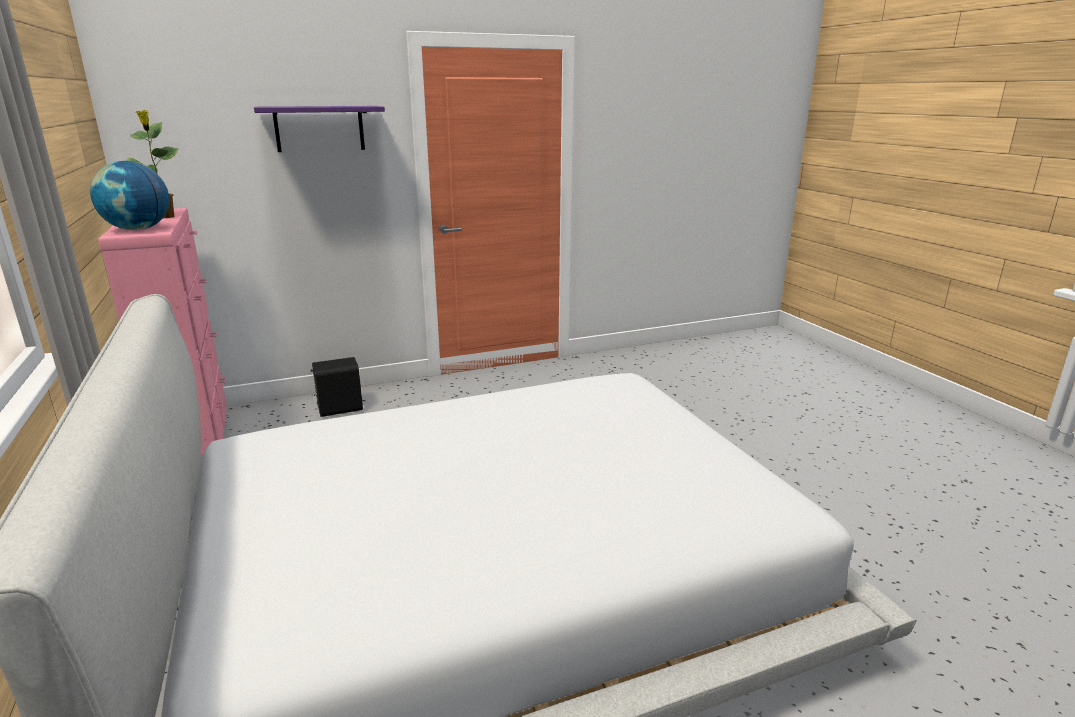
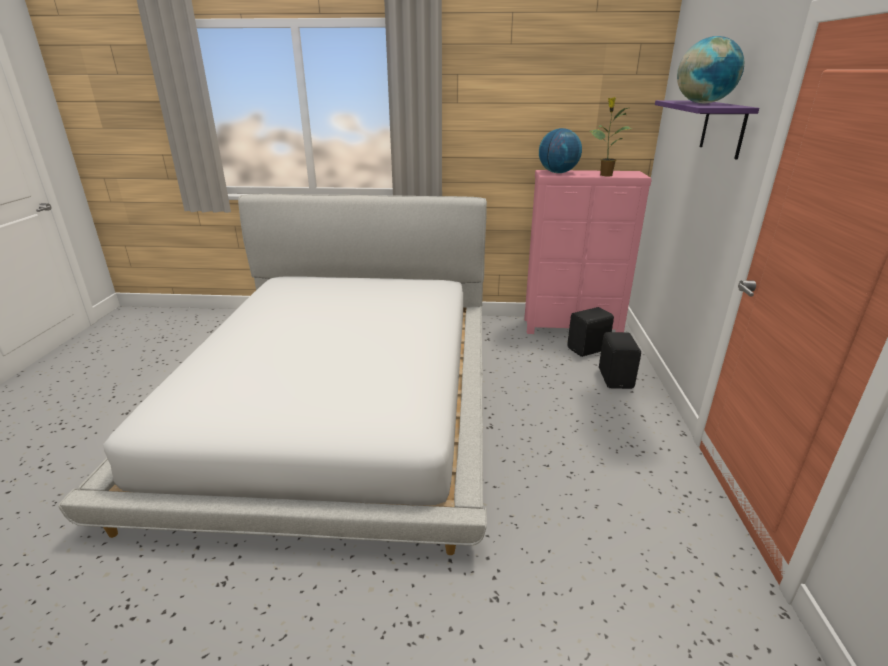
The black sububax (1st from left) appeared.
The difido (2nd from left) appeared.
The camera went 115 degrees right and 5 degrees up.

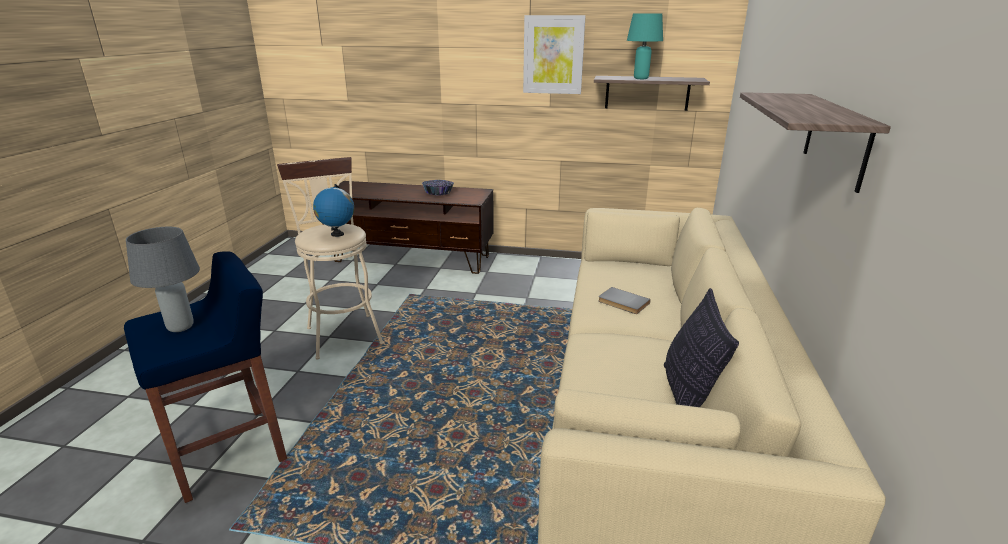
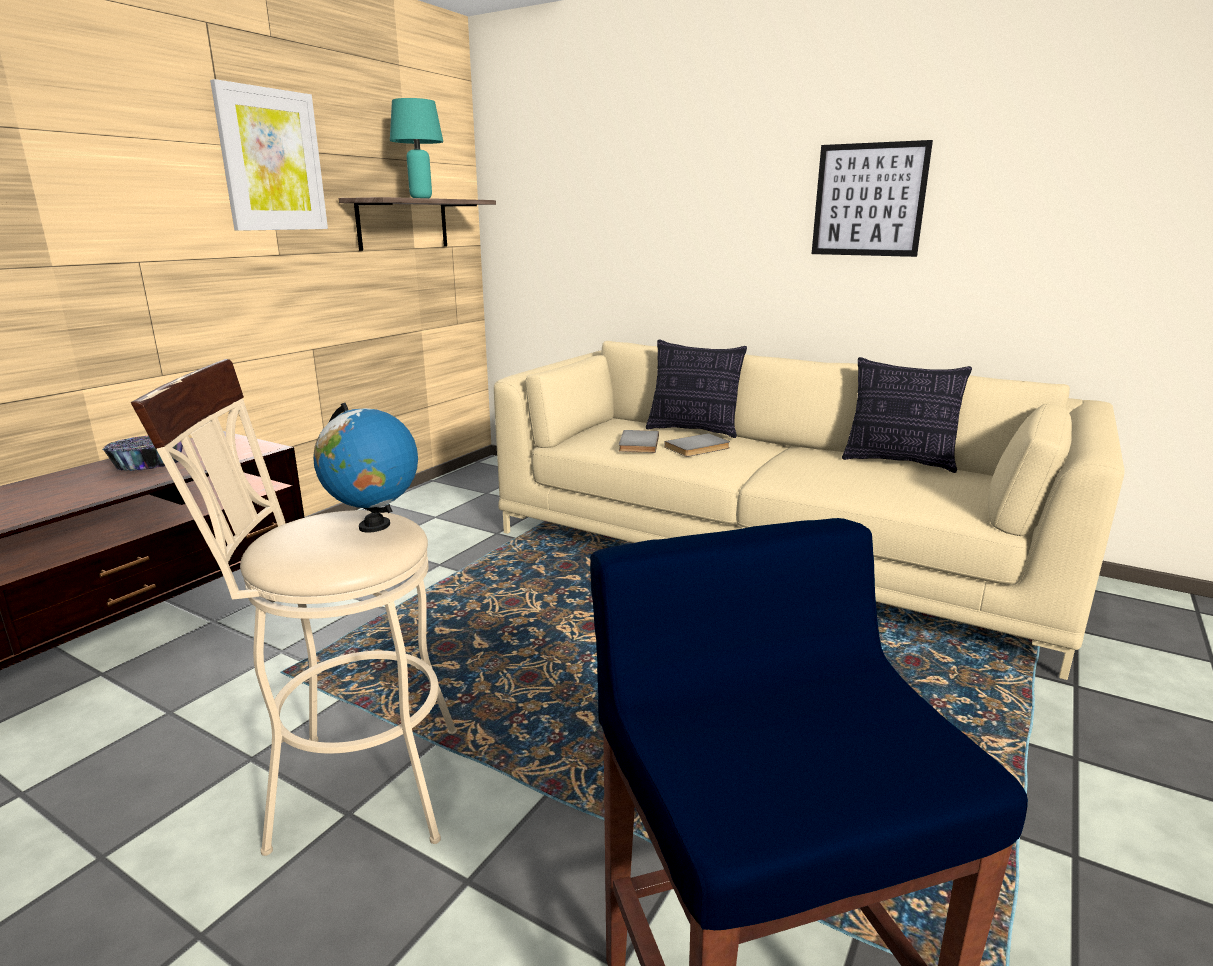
The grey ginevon (1st from left) appeared.
The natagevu (1st from left) appeared.
The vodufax (2nd from left) was replaced by the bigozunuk (2nd from left).
The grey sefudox disappeared.
The camera went 70 degrees left and 5 degrees down.

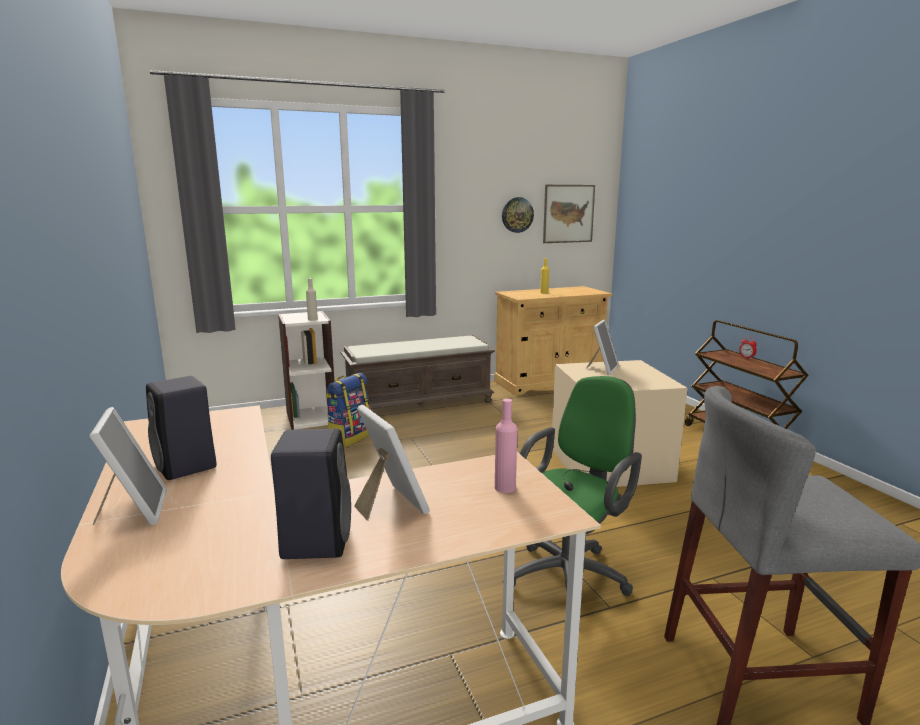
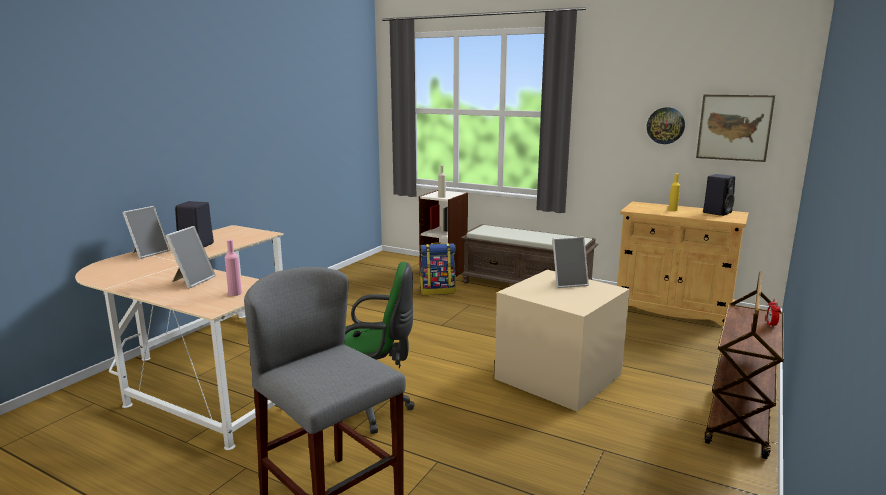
The black sububax (2nd from left) moved.
The camera went 50 degrees right and 0 degrees up.

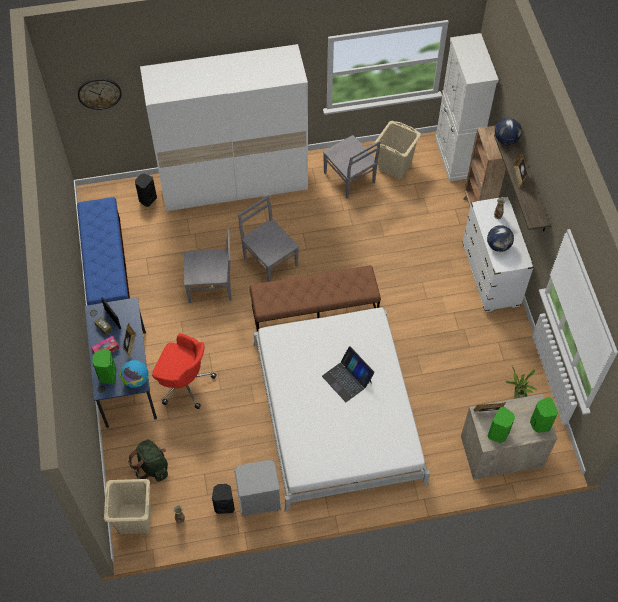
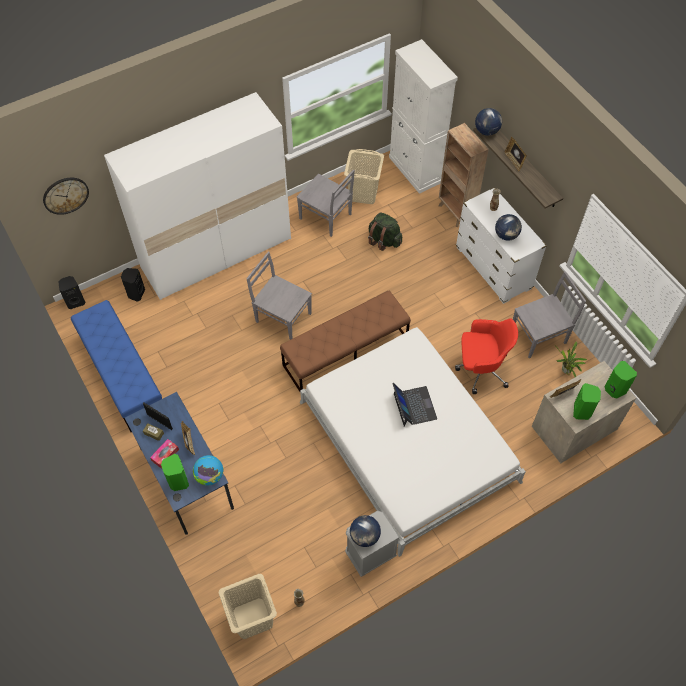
The black sububax (2nd from left in the first image) moved.
The difido (2nd from left) appeared.
The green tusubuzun moved.
The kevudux turned 135 degrees counterclockwise.
The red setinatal moved.
The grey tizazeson (1st from left in the first image) moved.
The camera went 20 degrees left and 0 degrees up.

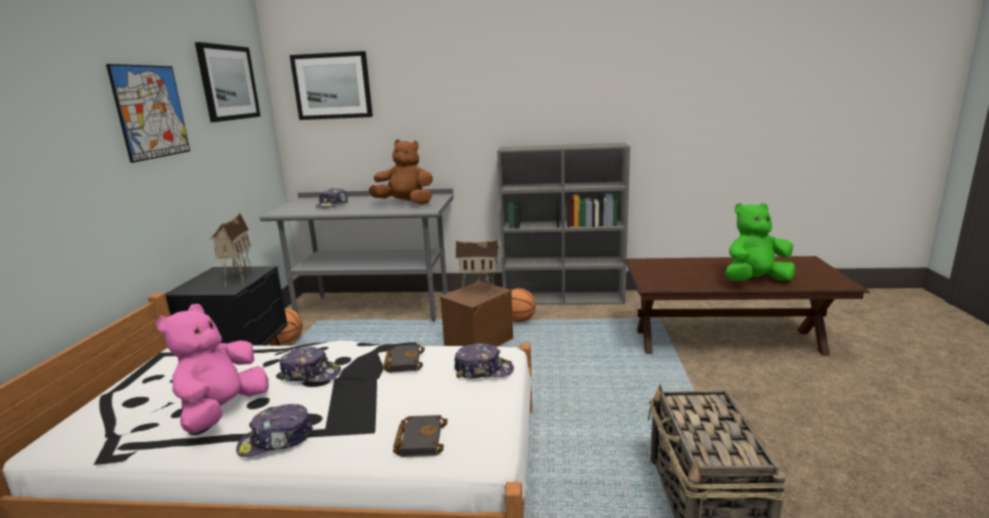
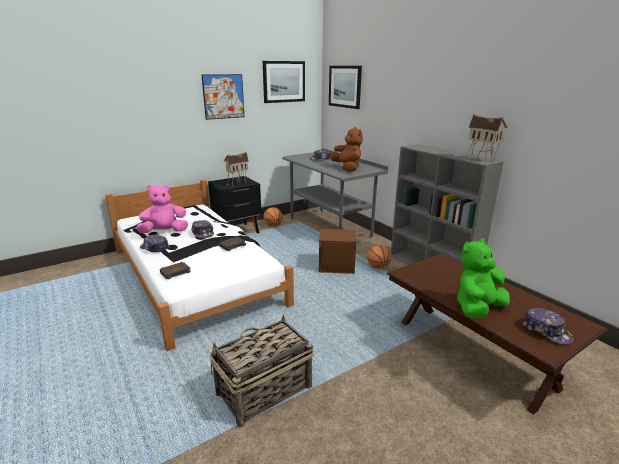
The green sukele turned 75 degrees counterclockwise.
The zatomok (2nd from left) moved.
The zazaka (4th from left) moved.
The camera went 50 degrees right and 5 degrees up.

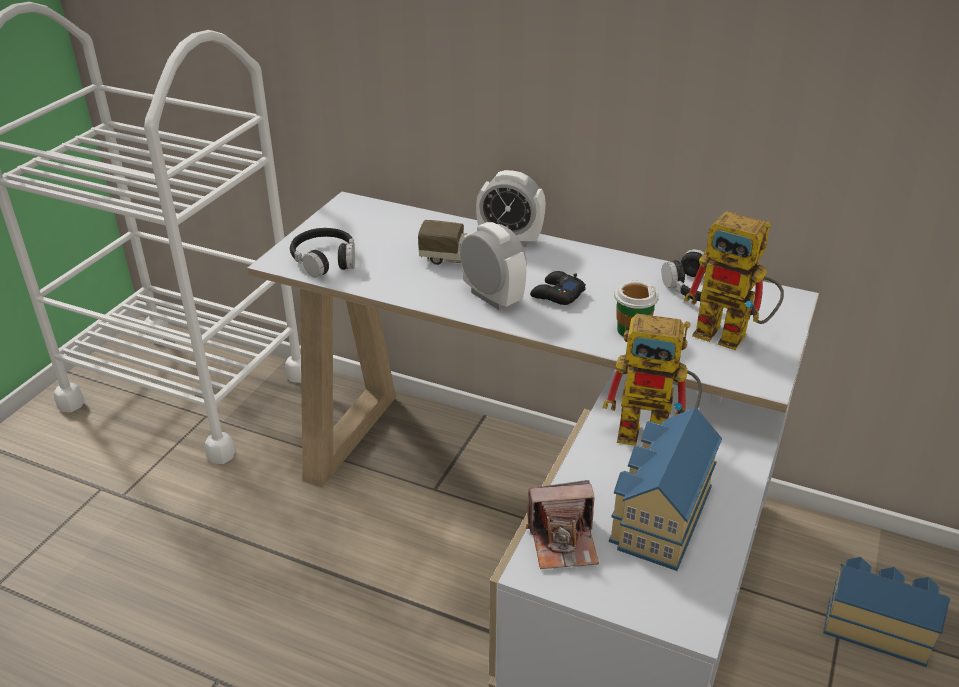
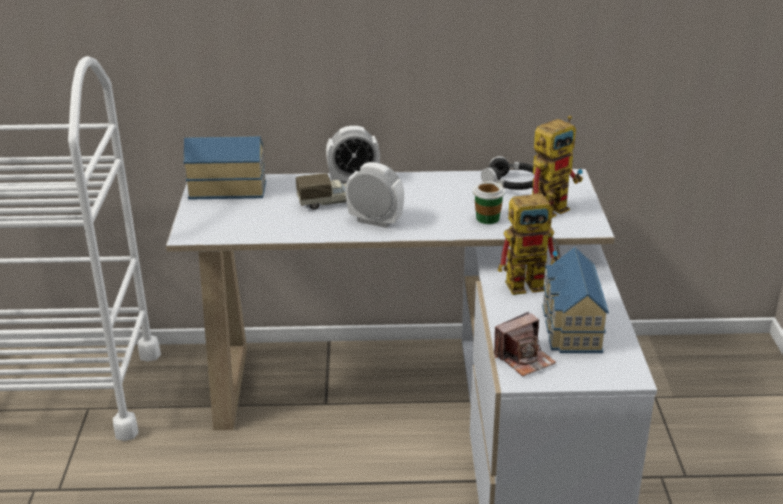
The zatomok (2nd from left in the first image) moved.
The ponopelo (2nd from left) turned 45 degrees counterclockwise.
The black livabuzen (1st from left) disappeared.
The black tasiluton disappeared.
The camera went 25 degrees left and 5 degrees down.

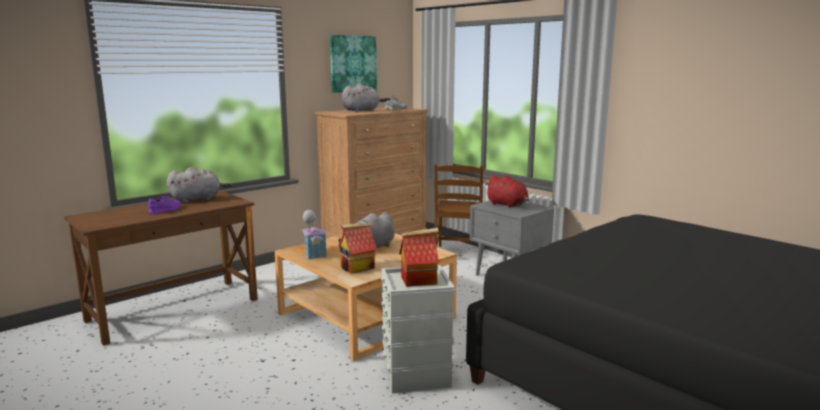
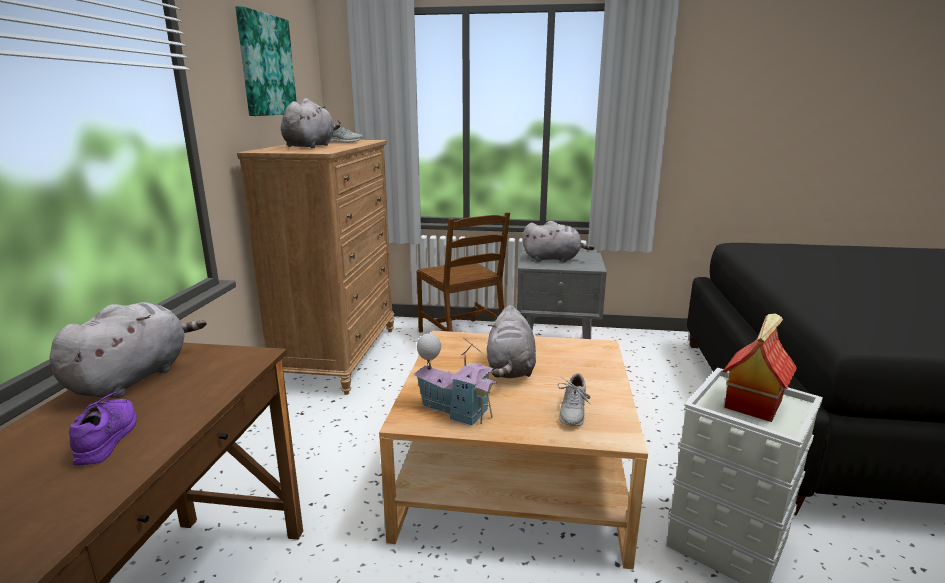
The red sukele became the grey sukele (4th from left).
The zatomok (2nd from left) was replaced by the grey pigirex (2nd from left).
The camera went 40 degrees left and 5 degrees up.

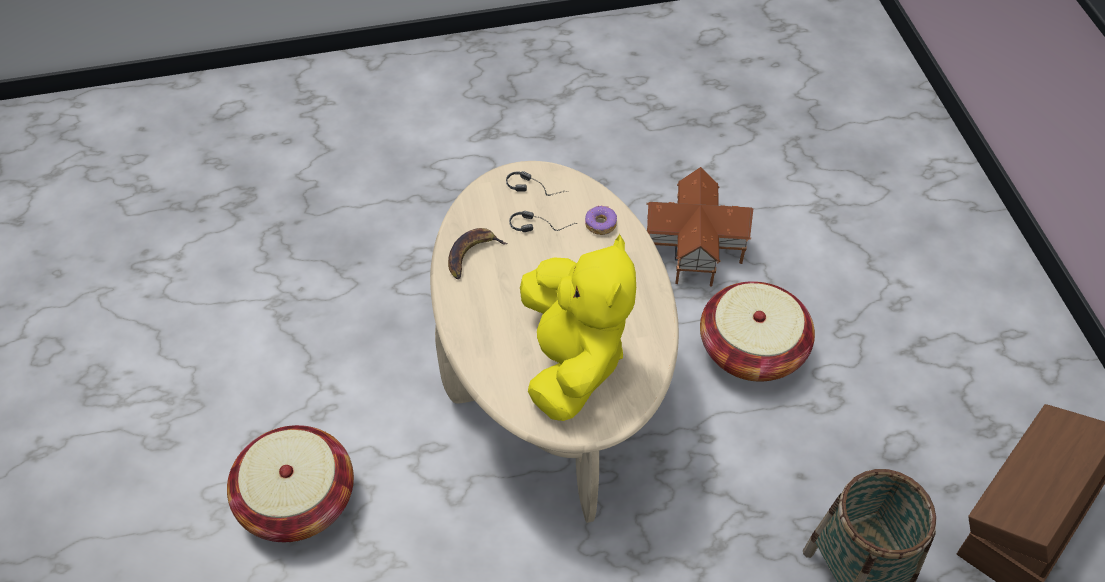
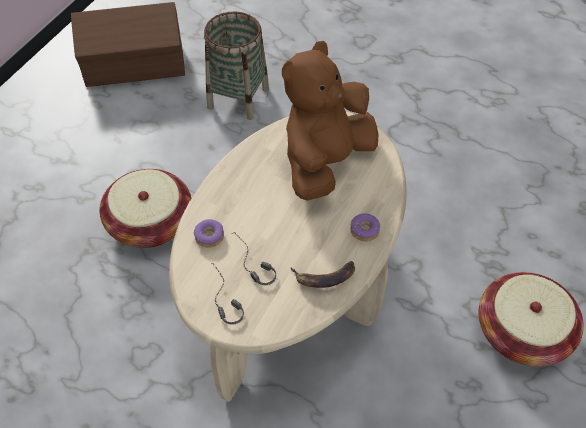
The yellow sukele became the brown sukele.
The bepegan (2nd from left) appeared.
The zatomok disappeared.
The camera went 140 degrees left and 0 degrees up.

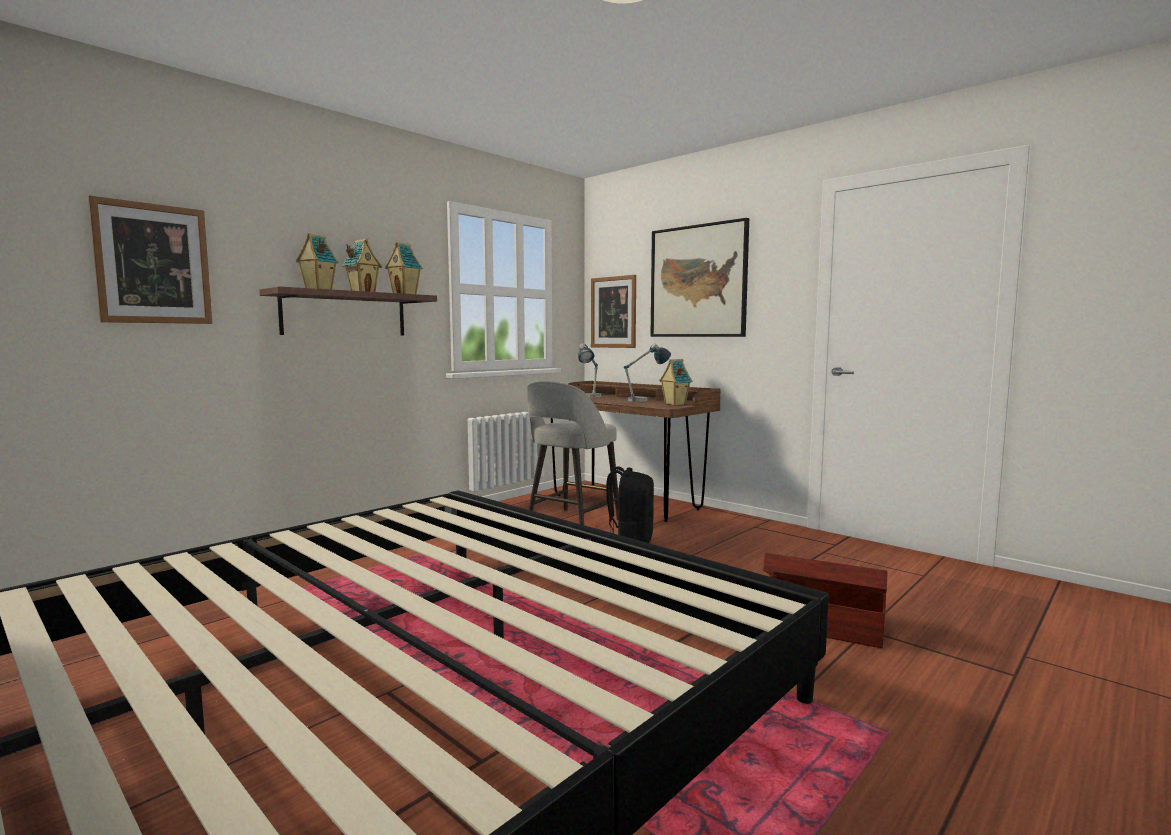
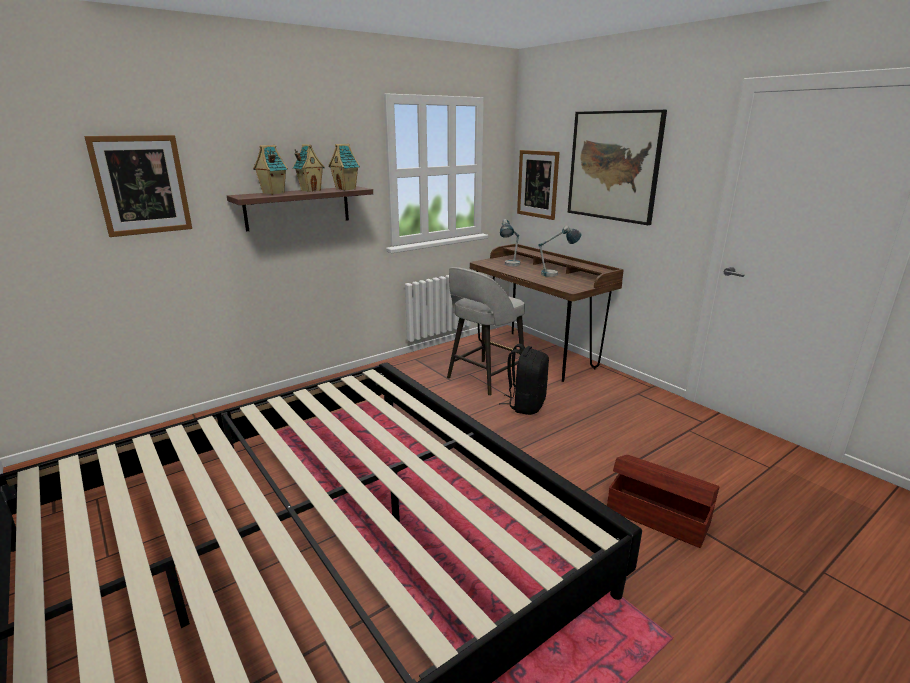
The zatomok (4th from left) disappeared.
The camera went 10 degrees right and 15 degrees up.

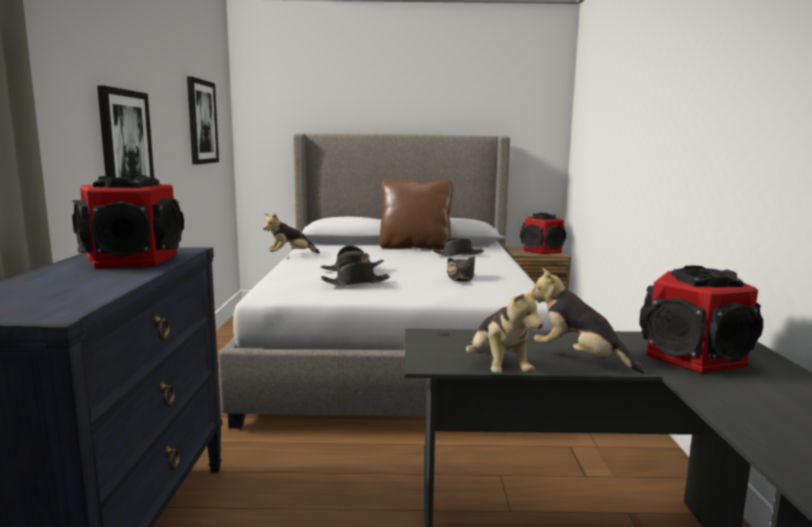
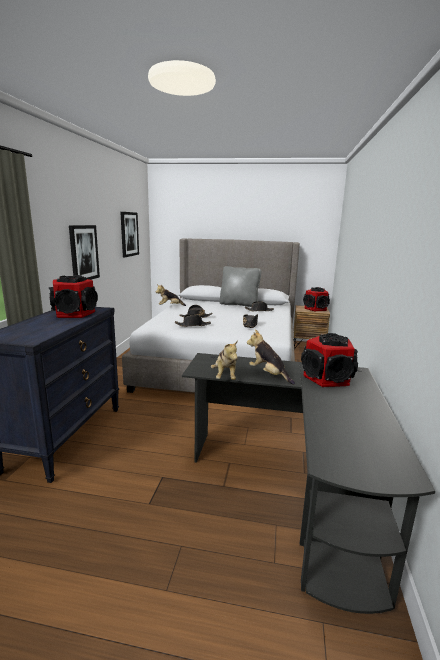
The brown natagevu became the grey natagevu.
The camera went 10 degrees right and 5 degrees up.

